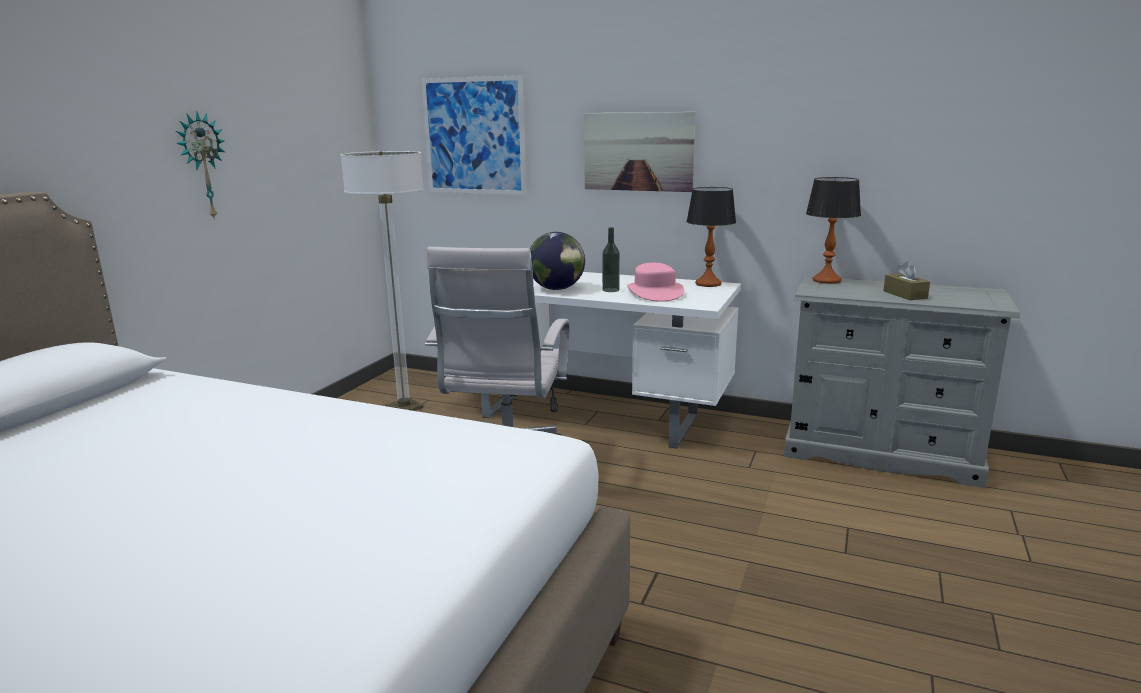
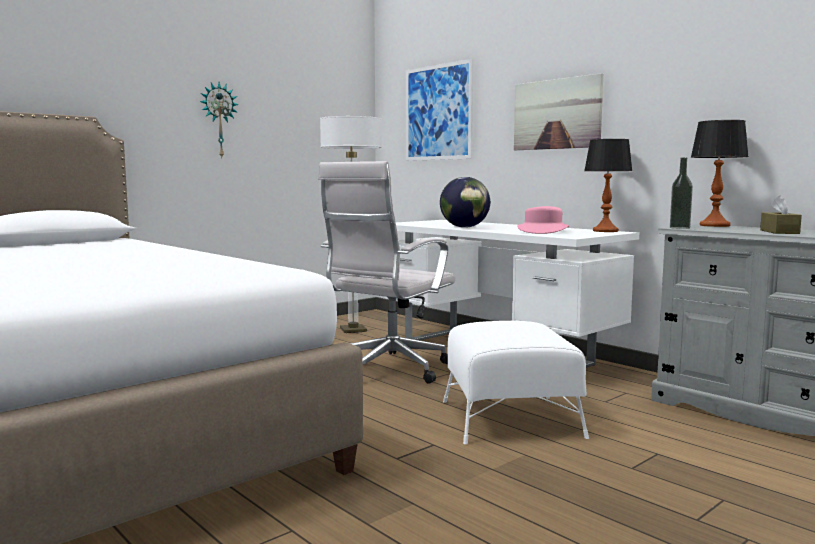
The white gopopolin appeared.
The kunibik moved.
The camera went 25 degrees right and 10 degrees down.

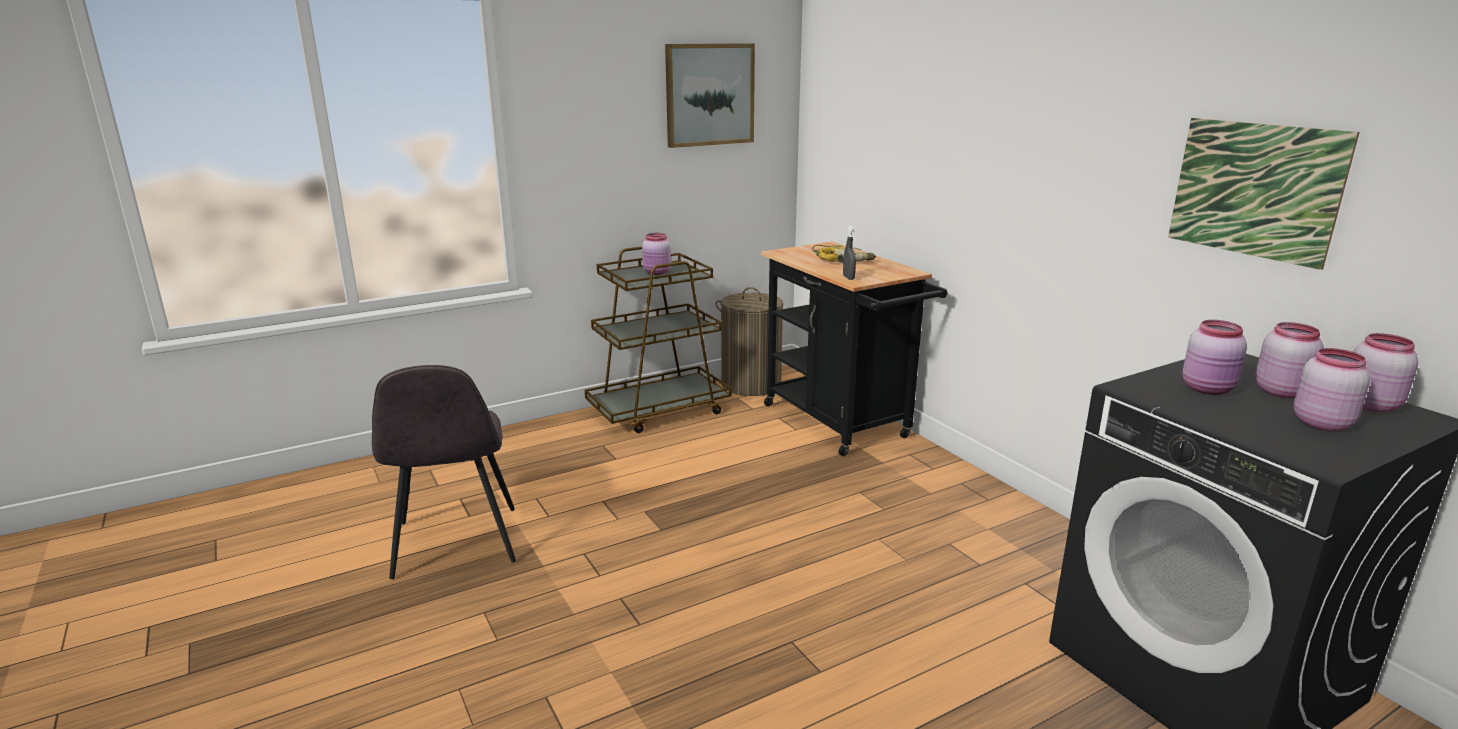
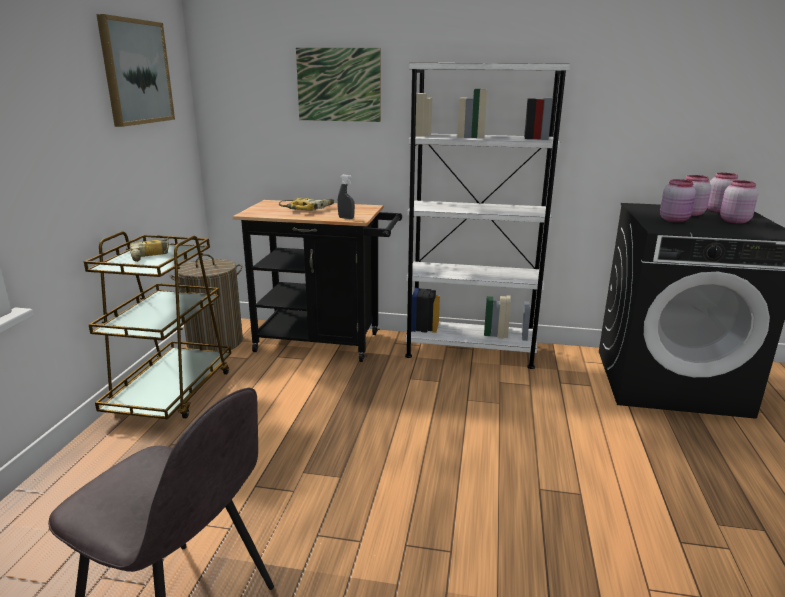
The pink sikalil (1st from left) was replaced by the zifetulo (1st from left).
The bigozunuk (2nd from left) moved.
The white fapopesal appeared.
The camera went 50 degrees left and 0 degrees up.

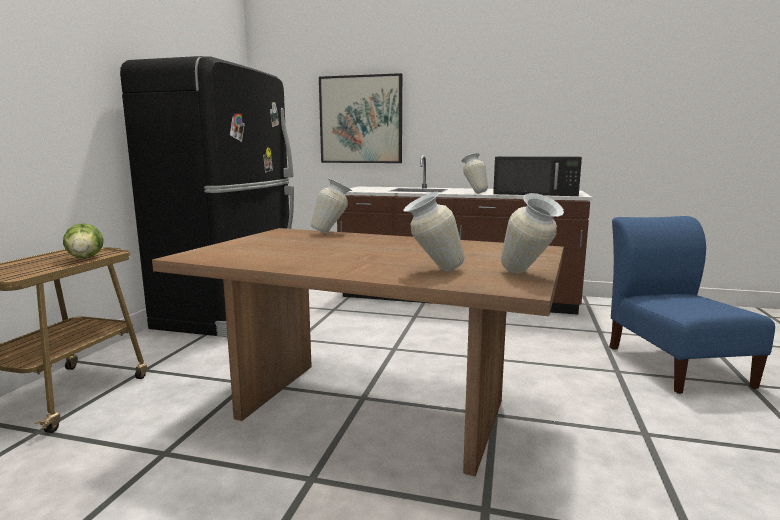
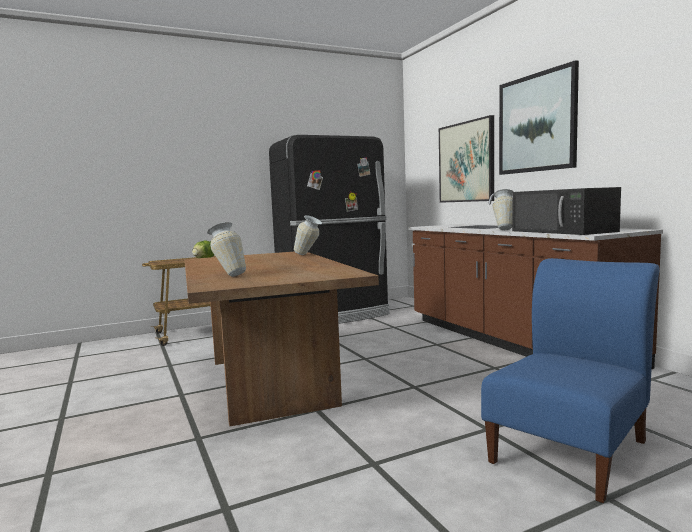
The bigozunuk (2nd from left) appeared.
The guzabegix (4th from left) disappeared.
The camera went 50 degrees right and 5 degrees down.

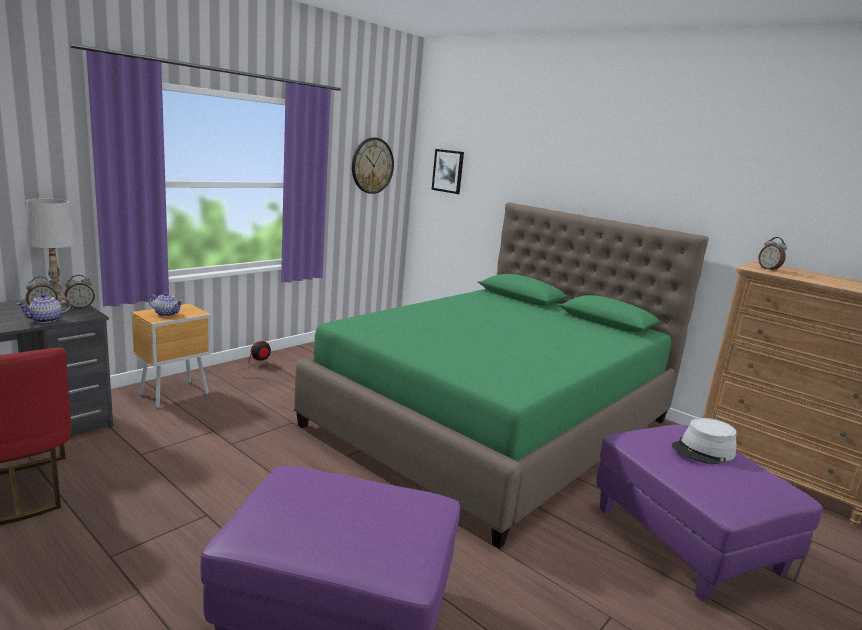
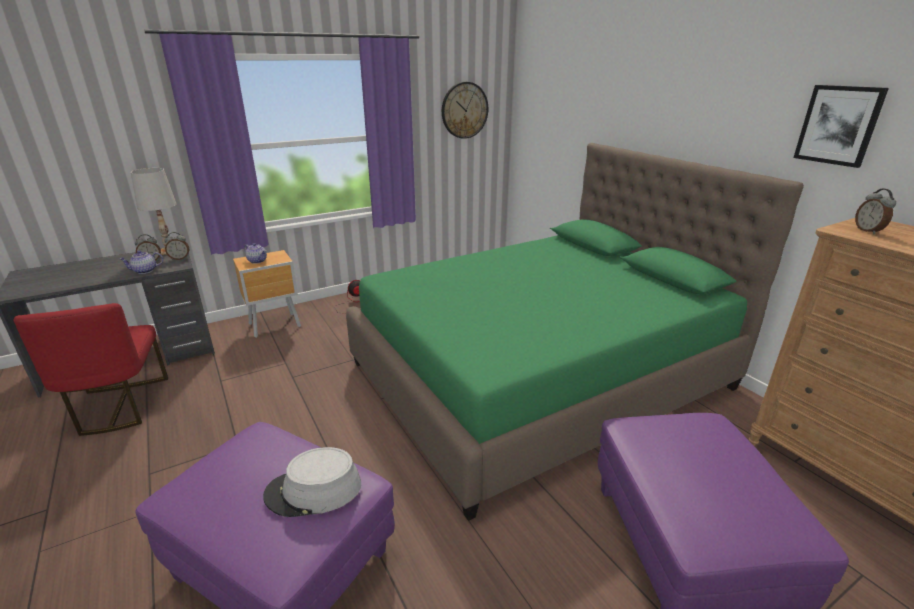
The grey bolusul moved.
The bigozunuk moved.
The camera went 20 degrees right and 10 degrees up.

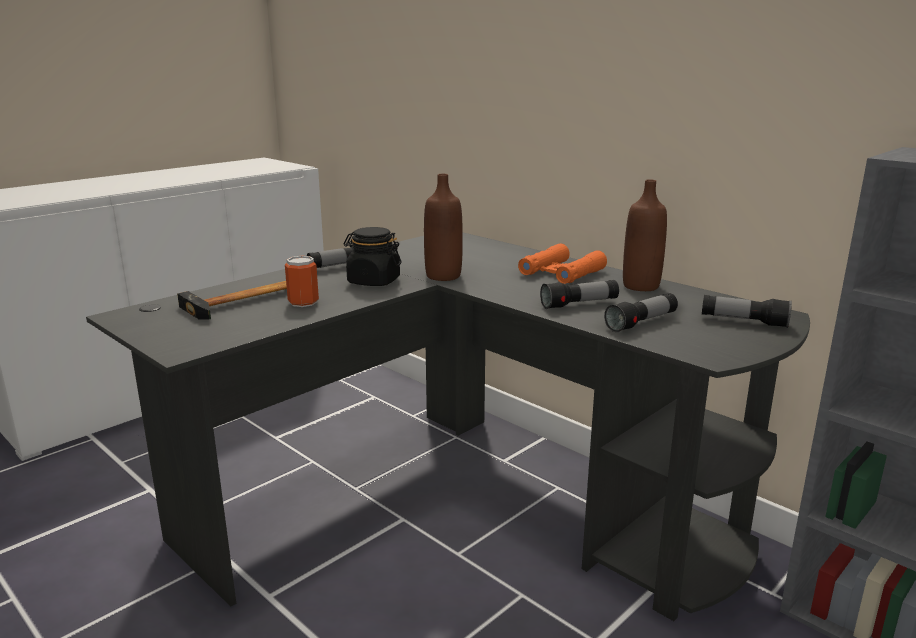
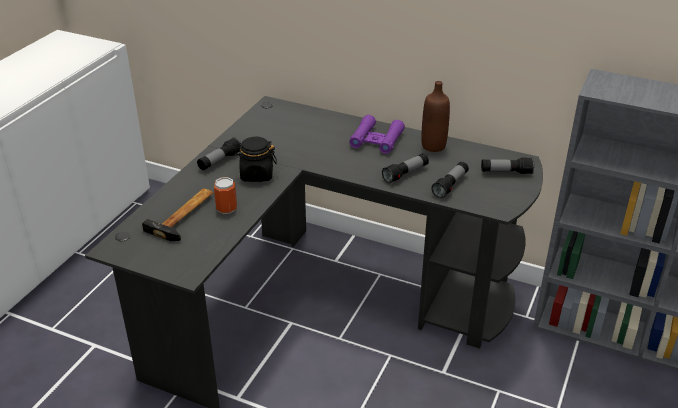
The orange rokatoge became the purple rokatoge.
The brown kunibik (1st from left) disappeared.
The camera went 20 degrees left and 15 degrees up.

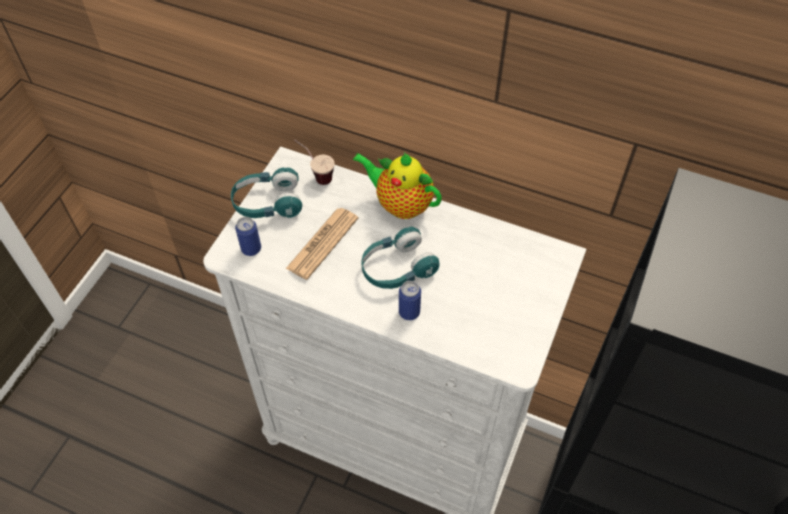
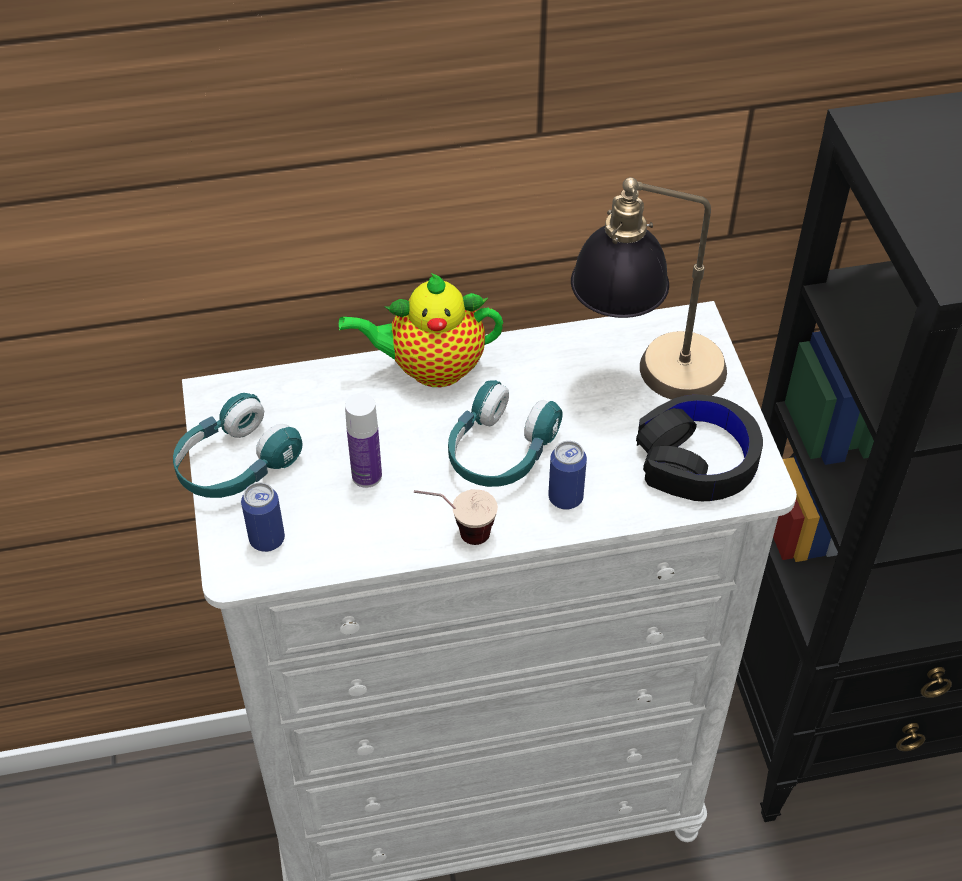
The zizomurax was replaced by the kunibik.
The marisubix moved.
The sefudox appeared.
The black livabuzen appeared.
The camera went 35 degrees left and 5 degrees down.

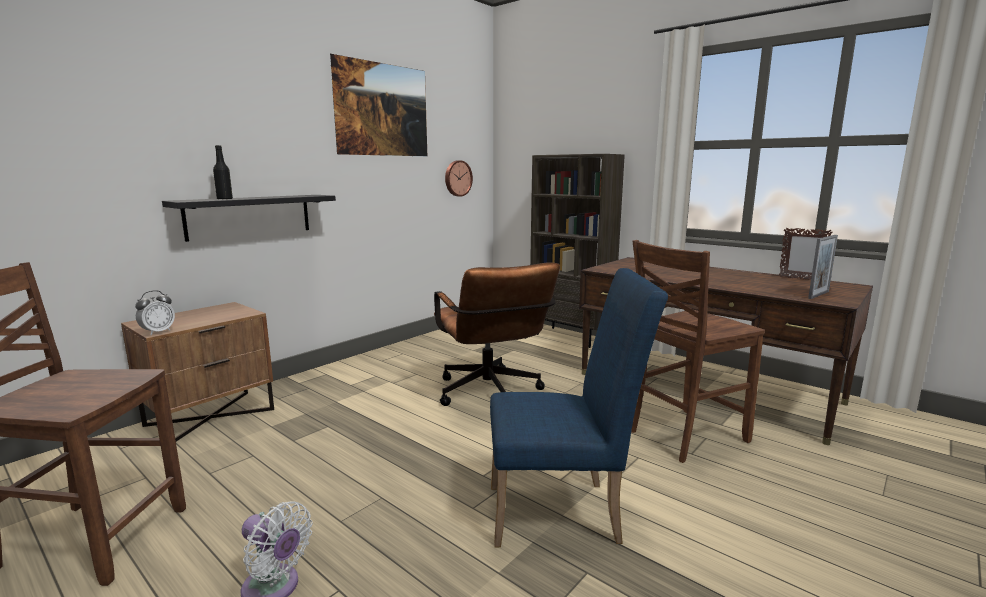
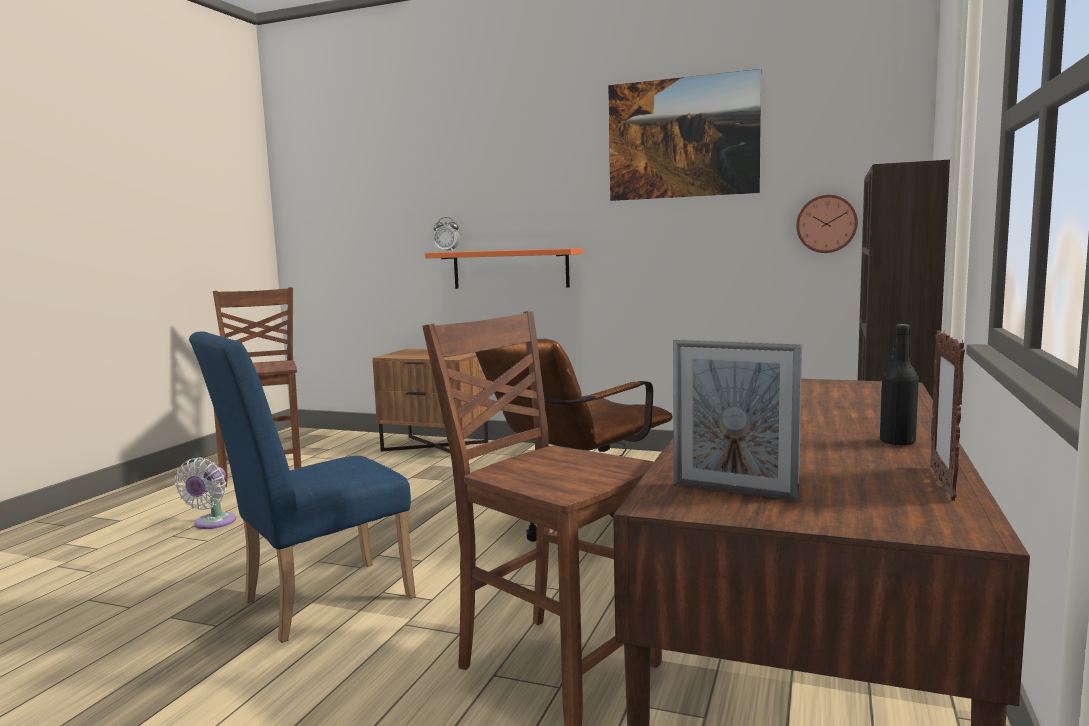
The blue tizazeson turned 75 degrees clockwise.
The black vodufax became the orange vodufax.
The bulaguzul moved.
The black kunibik moved.
The camera went 70 degrees right and 5 degrees down.

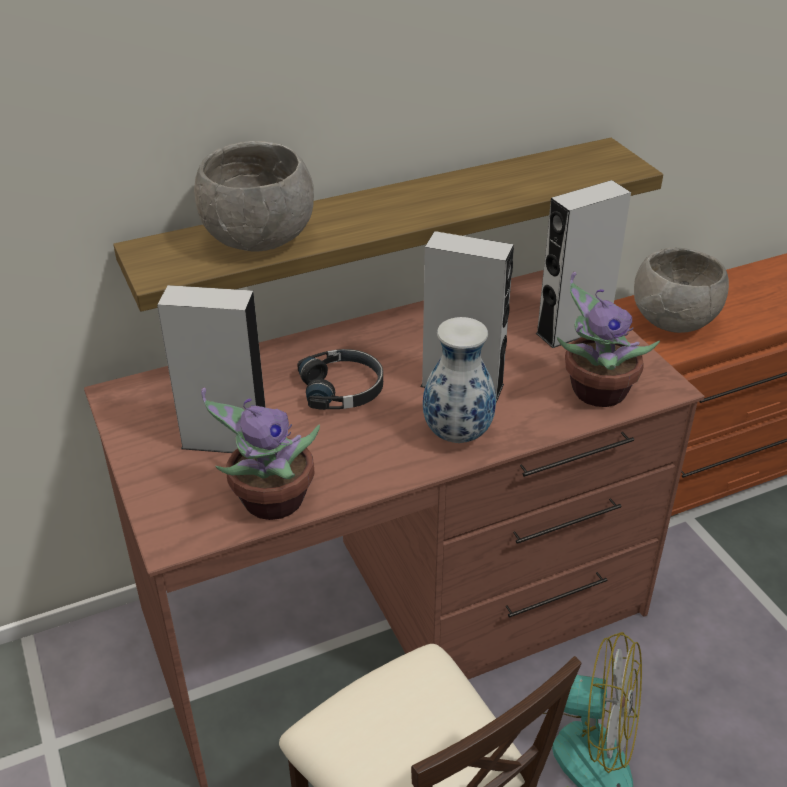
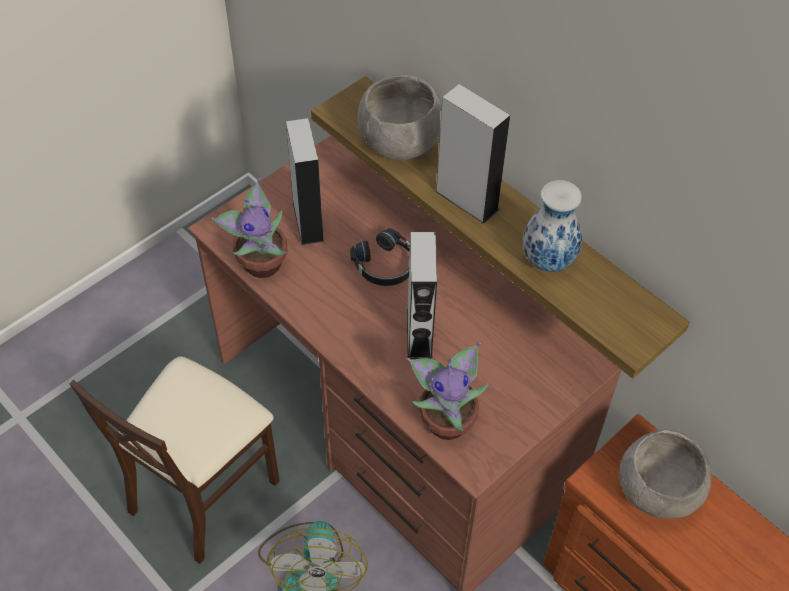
The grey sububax (3rd from left) moved.
The guzabegix moved.
The camera went 70 degrees right and 15 degrees up.

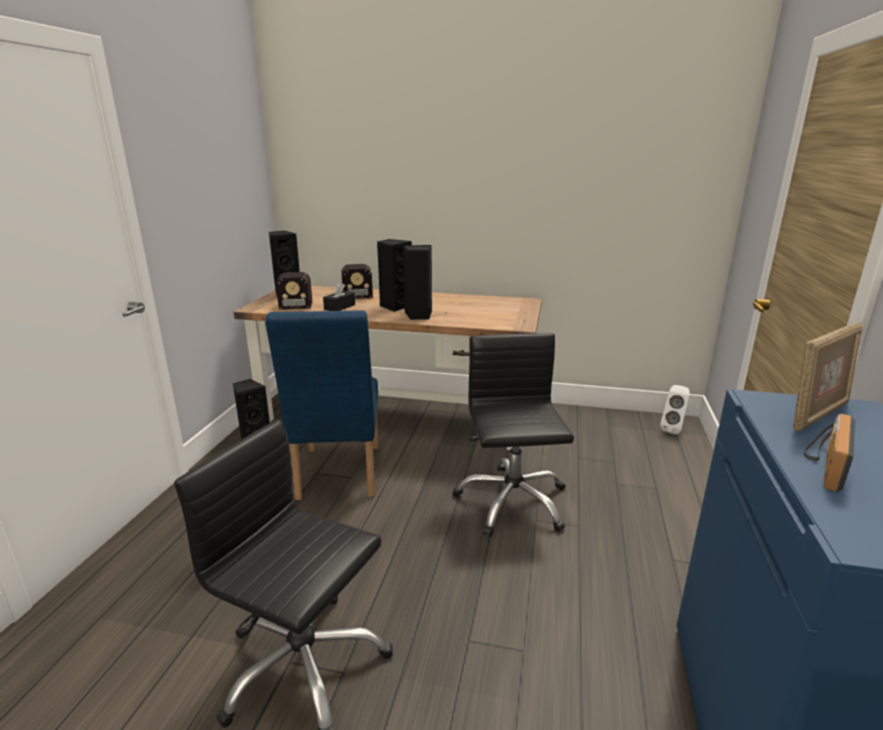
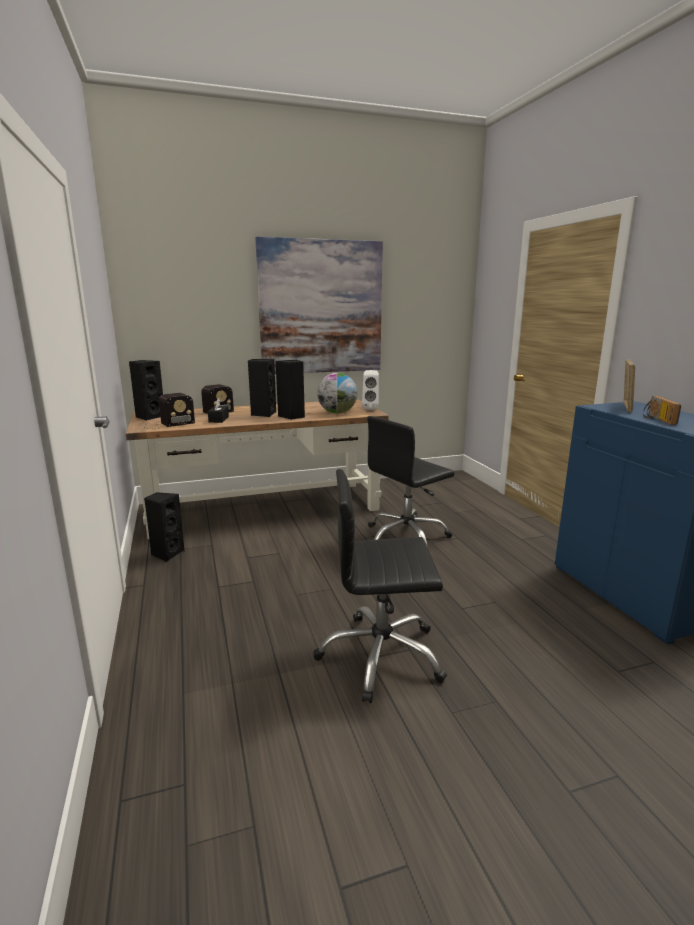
The bigozunuk appeared.
The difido appeared.
The white sububax moved.
The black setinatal (2nd from left) turned 90 degrees counterclockwise.
The blue tizazeson disappeared.
The camera went 30 degrees left and 5 degrees down.

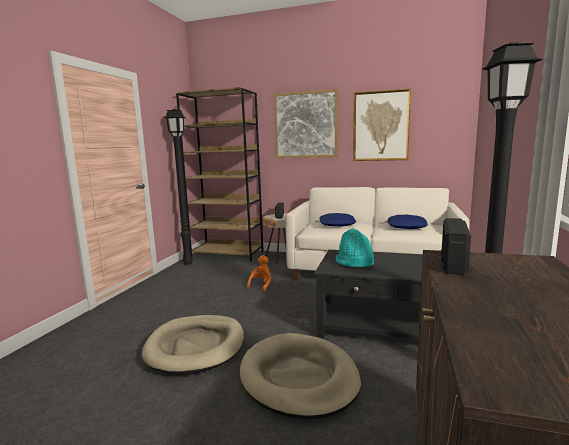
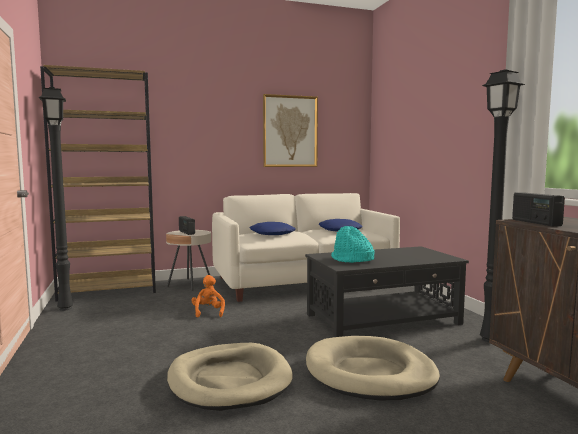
The bigozunuk (1st from left) disappeared.
The camera went 35 degrees left and 5 degrees down.

